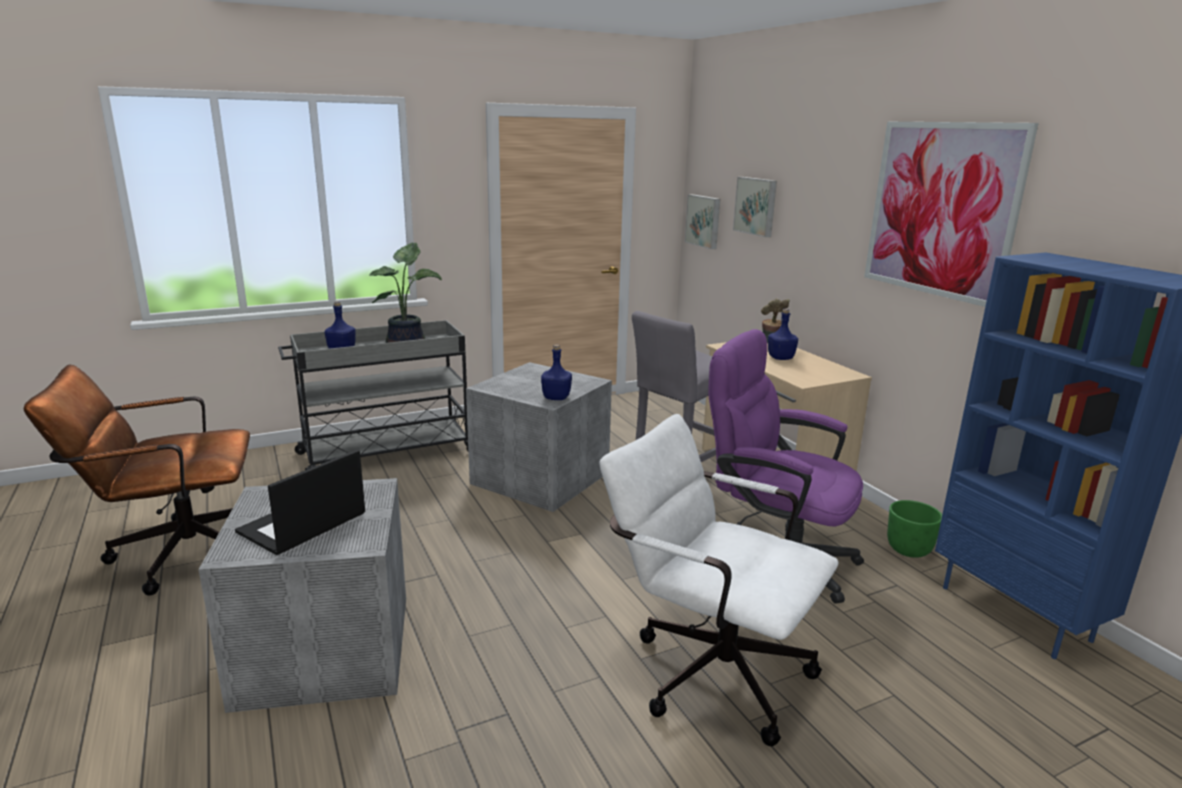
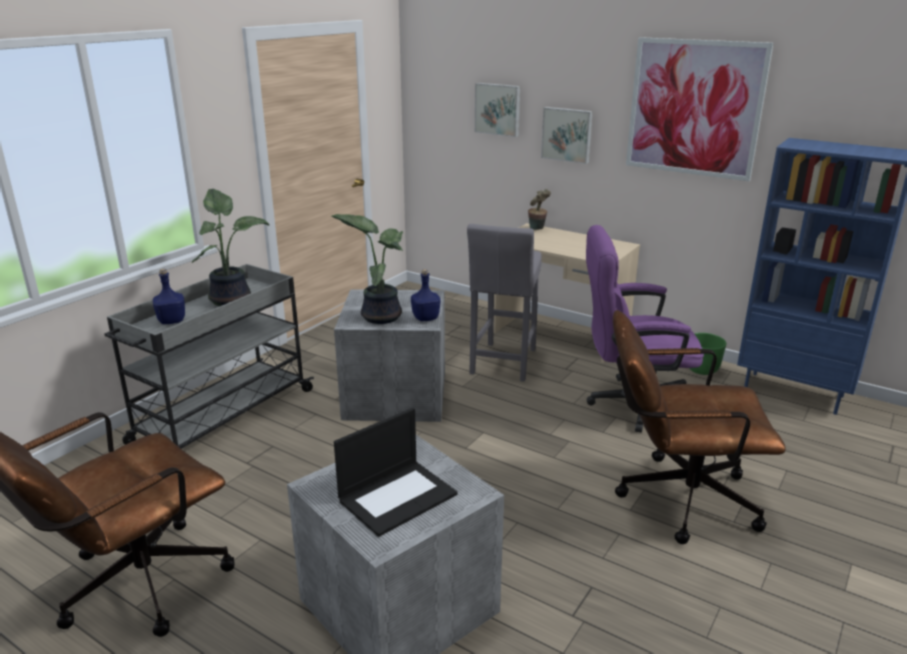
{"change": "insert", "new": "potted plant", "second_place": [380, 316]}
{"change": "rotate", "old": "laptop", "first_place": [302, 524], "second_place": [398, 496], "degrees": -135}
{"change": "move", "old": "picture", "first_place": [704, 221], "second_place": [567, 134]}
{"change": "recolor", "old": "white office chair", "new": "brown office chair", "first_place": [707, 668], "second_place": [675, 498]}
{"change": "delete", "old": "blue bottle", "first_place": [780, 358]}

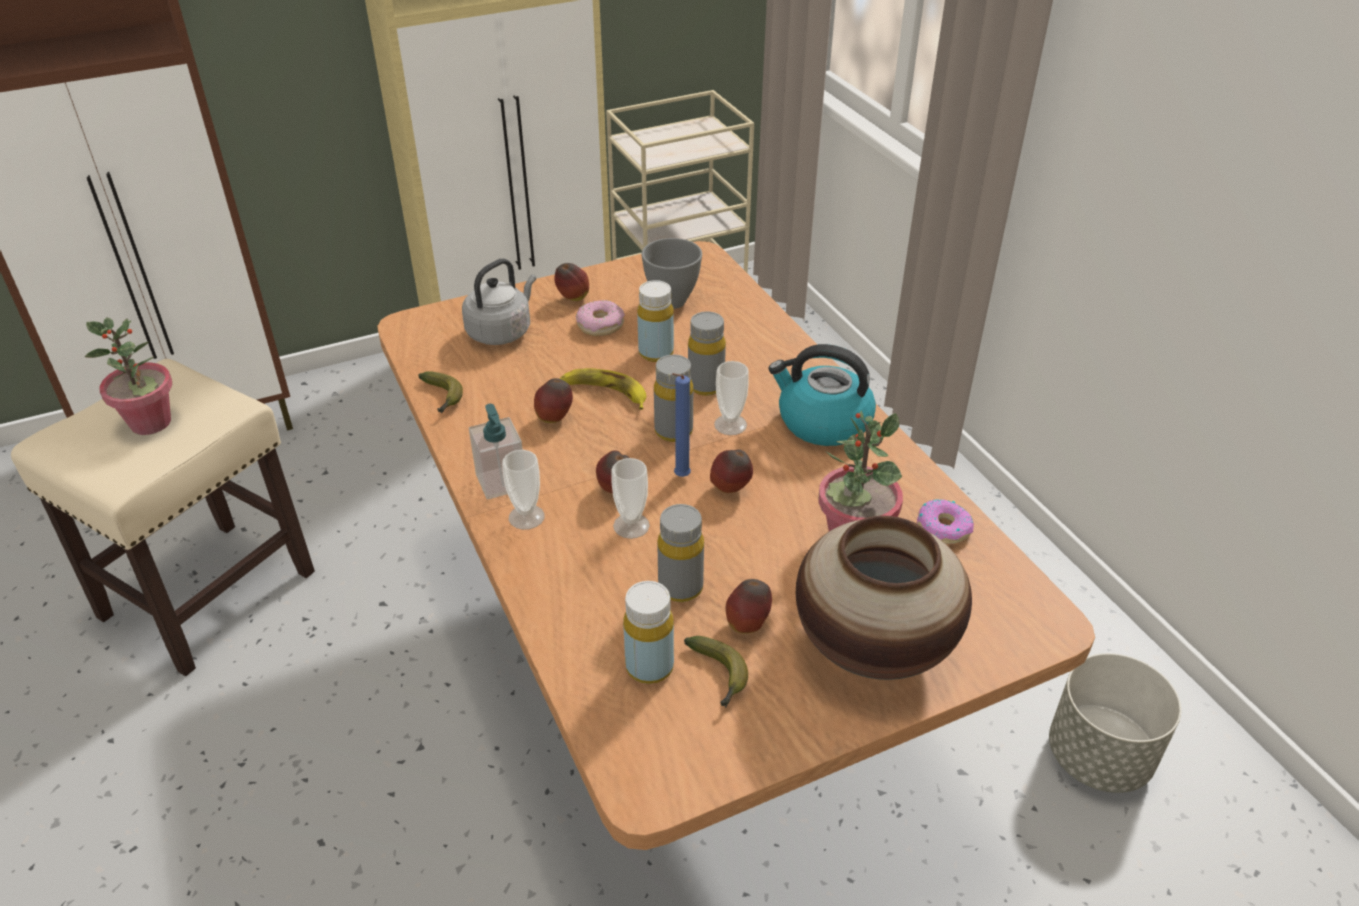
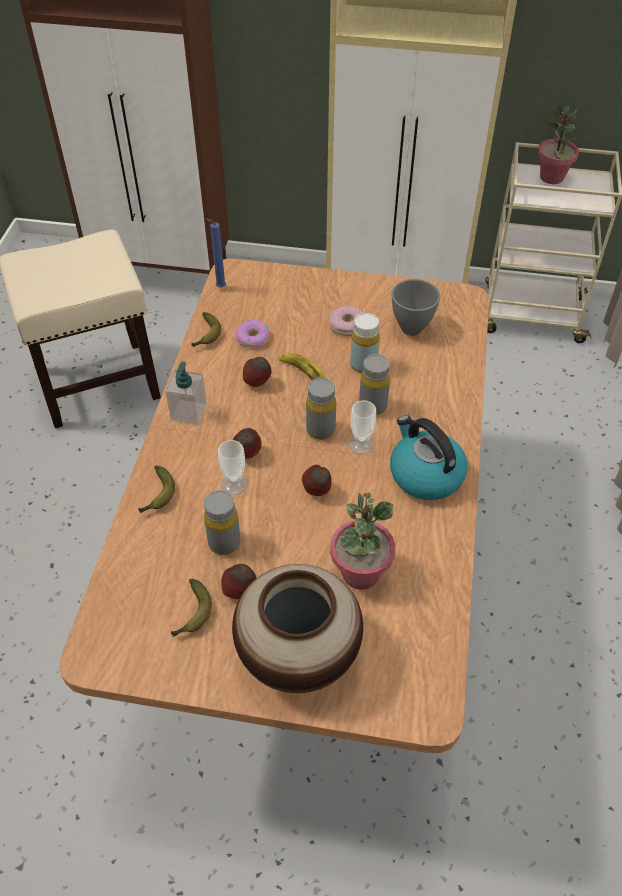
{"change": "insert", "new": "banana", "second_place": [157, 495]}
{"change": "move", "old": "blue candle", "first_place": [680, 477], "second_place": [219, 287]}
{"change": "move", "old": "donut", "first_place": [943, 528], "second_place": [253, 338]}
{"change": "move", "old": "potted plant", "first_place": [151, 423], "second_place": [552, 177]}
{"change": "delete", "old": "grey kettle", "first_place": [501, 331]}
{"change": "delete", "old": "cup", "first_place": [526, 517]}
{"change": "delete", "old": "apple", "first_place": [573, 298]}
{"change": "delete", "old": "yellow bottle", "first_place": [649, 667]}
{"change": "delete", "old": "grey planter", "first_place": [1098, 757]}

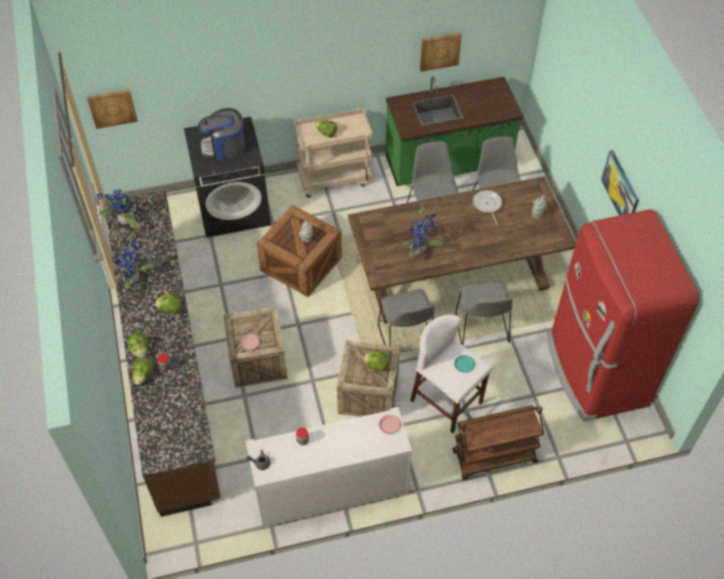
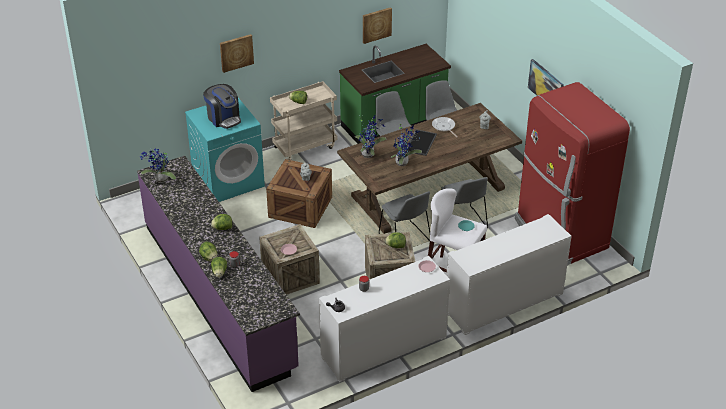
{"change": "recolor", "old": "brown counter", "new": "purple counter", "first_place": [170, 369], "second_place": [219, 295]}
{"change": "recolor", "old": "black washing machine", "new": "turquoise washing machine", "first_place": [233, 208], "second_place": [228, 180]}
{"change": "rotate", "old": "coffee machine", "first_place": [224, 147], "second_place": [223, 118], "degrees": -105}
{"change": "move", "old": "picture", "first_place": [112, 108], "second_place": [236, 52]}
{"change": "move", "old": "potted plant", "first_place": [134, 278], "second_place": [369, 154]}
{"change": "insert", "new": "tray", "second_place": [420, 142]}
{"change": "replace", "old": "brown cart", "new": "white cabinet", "first_place": [494, 458], "second_place": [504, 302]}

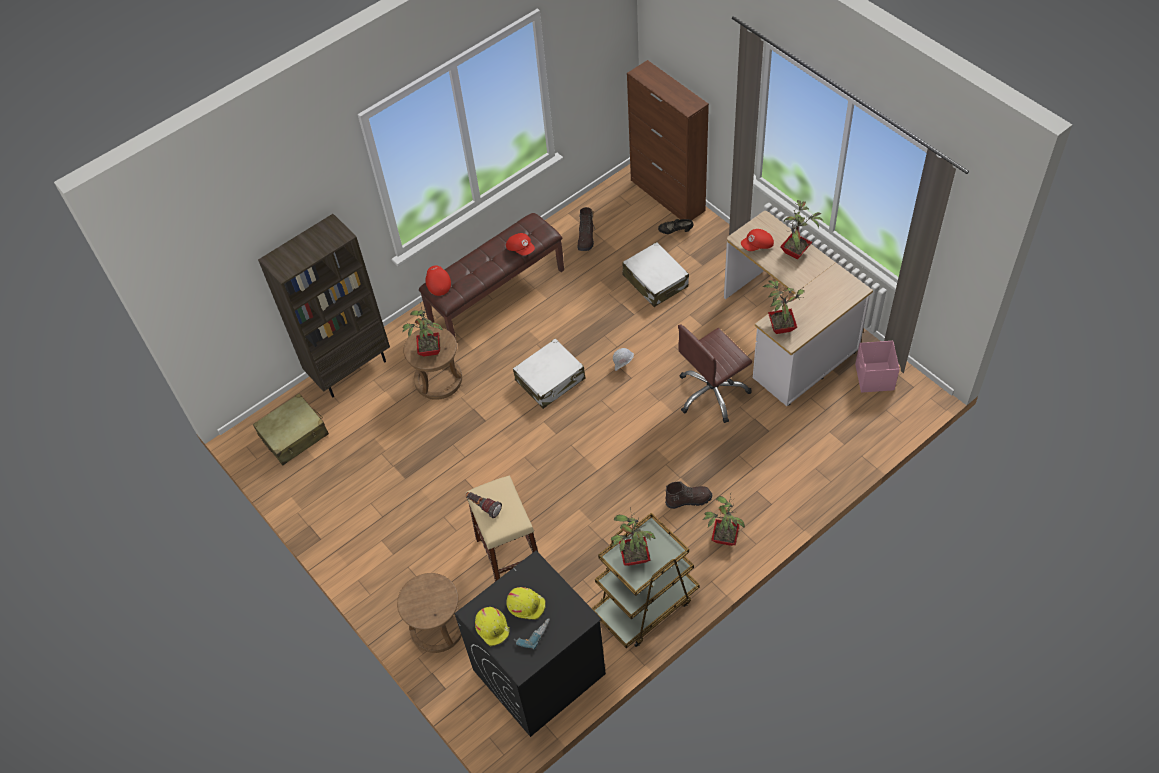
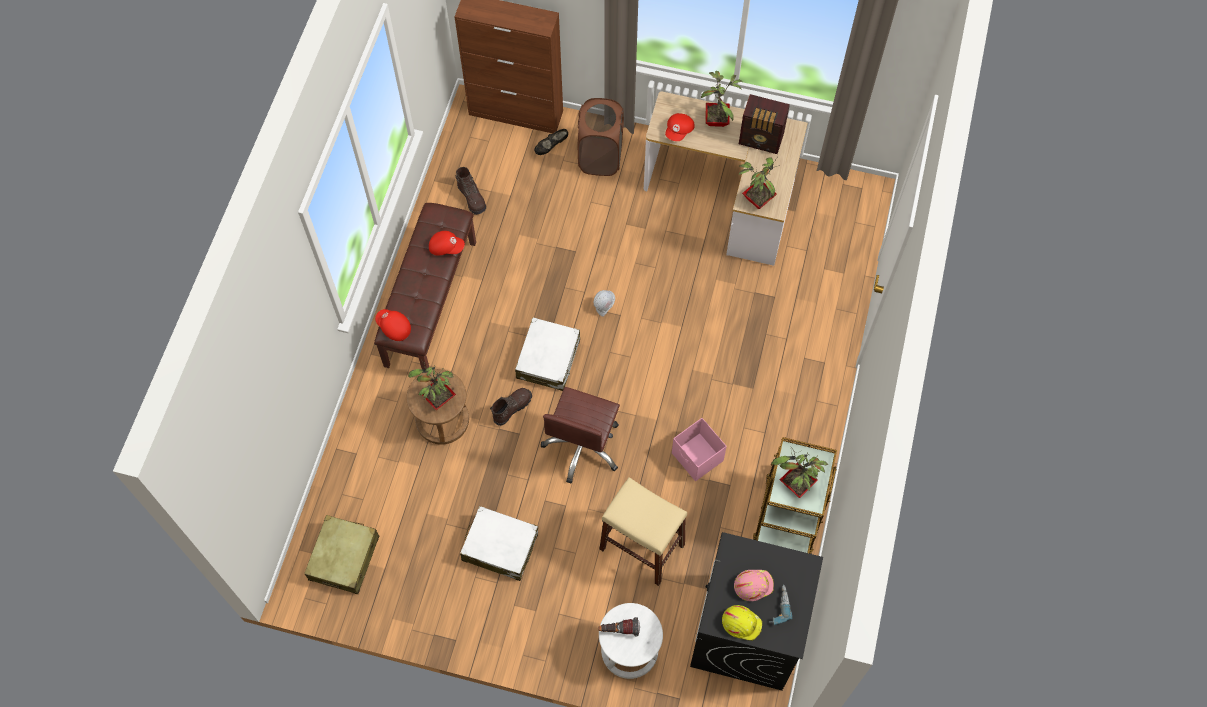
{"change": "move", "old": "white suitcase", "first_place": [655, 281], "second_place": [500, 547]}
{"change": "move", "old": "brown boot", "first_place": [688, 500], "second_place": [511, 408]}
{"change": "move", "old": "brown office chair", "first_place": [712, 393], "second_place": [583, 446]}
{"change": "insert", "new": "brown laundry basket", "second_place": [600, 157]}
{"change": "move", "old": "flashlight", "first_place": [483, 507], "second_place": [619, 629]}
{"change": "recolor", "old": "brown stool", "new": "white stool", "first_place": [437, 627], "second_place": [629, 650]}
{"change": "move", "old": "pink storage box", "first_place": [874, 378], "second_place": [697, 458]}
{"change": "recolor", "old": "yellow hard hat", "new": "pink hard hat", "first_place": [526, 605], "second_place": [753, 585]}
{"change": "insert", "new": "radio", "second_place": [761, 140]}
{"change": "delete", "old": "brown bookcase", "first_place": [350, 369]}
{"change": "delete", "old": "potted plant", "first_place": [723, 538]}

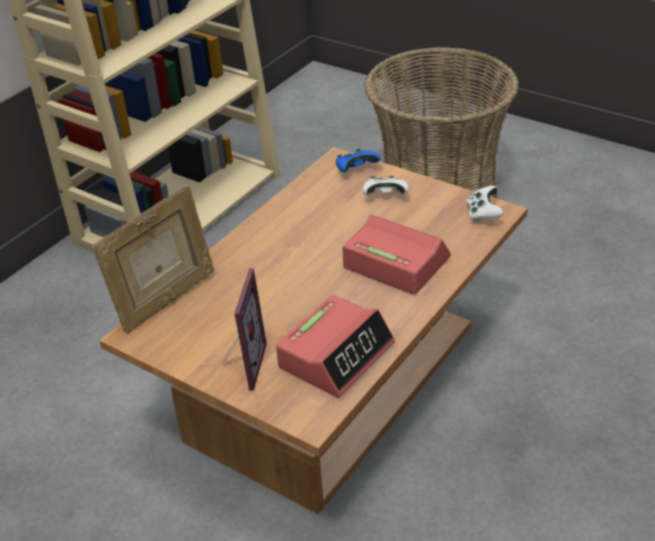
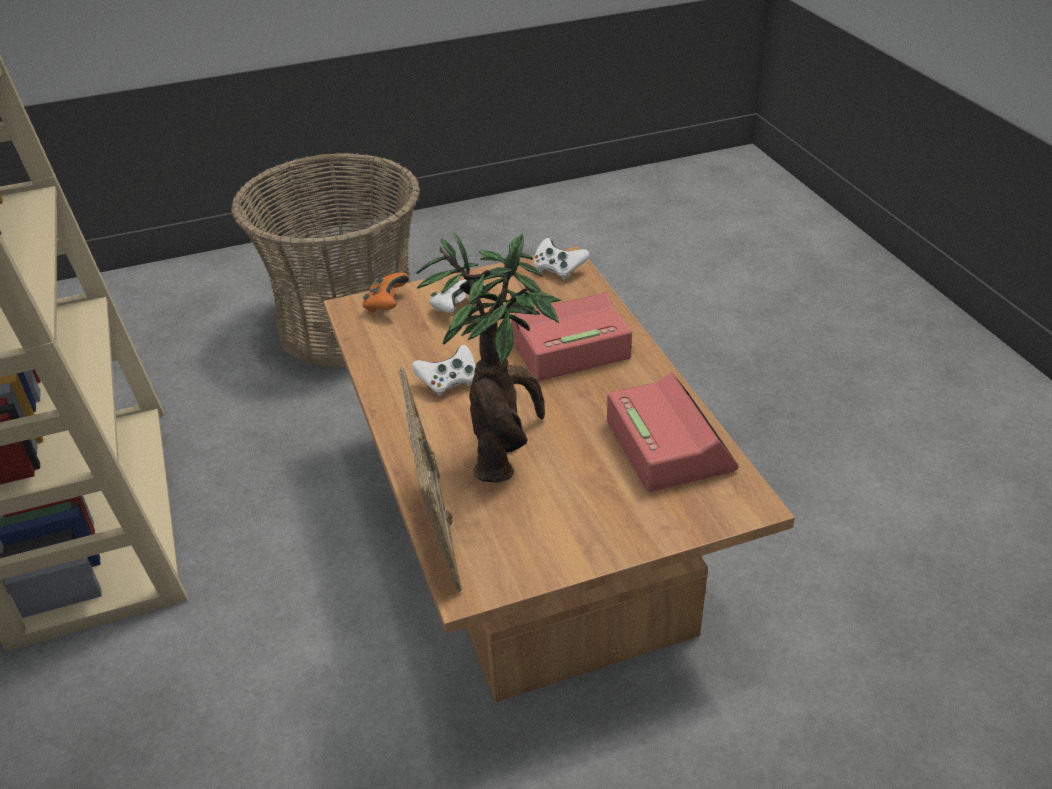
{"change": "recolor", "old": "blue game controller", "new": "orange game controller", "first_place": [356, 170], "second_place": [386, 305]}
{"change": "insert", "new": "white game controller", "second_place": [448, 383]}
{"change": "insert", "new": "potted plant", "second_place": [505, 452]}
{"change": "delete", "old": "picture frame", "first_place": [241, 365]}

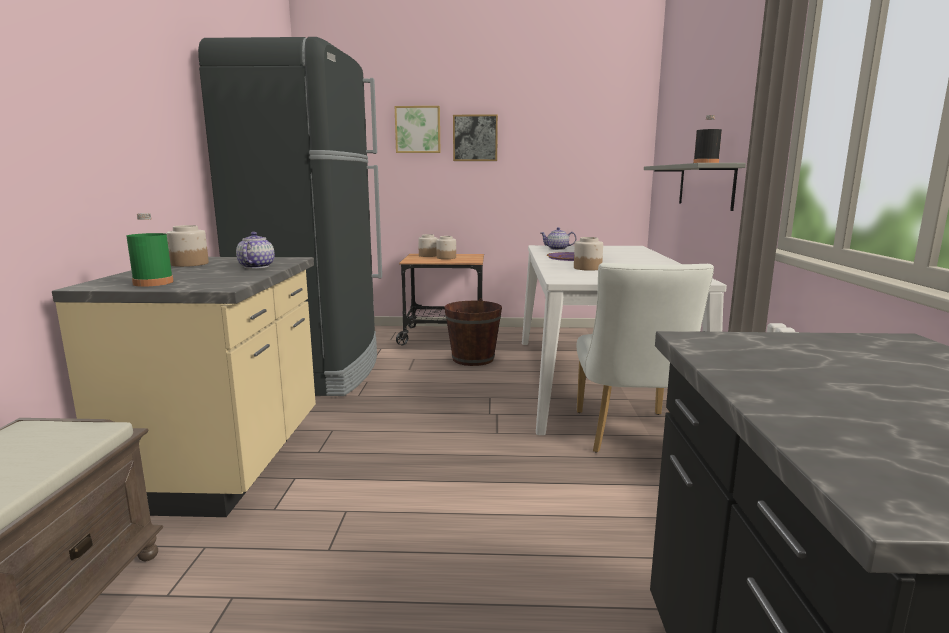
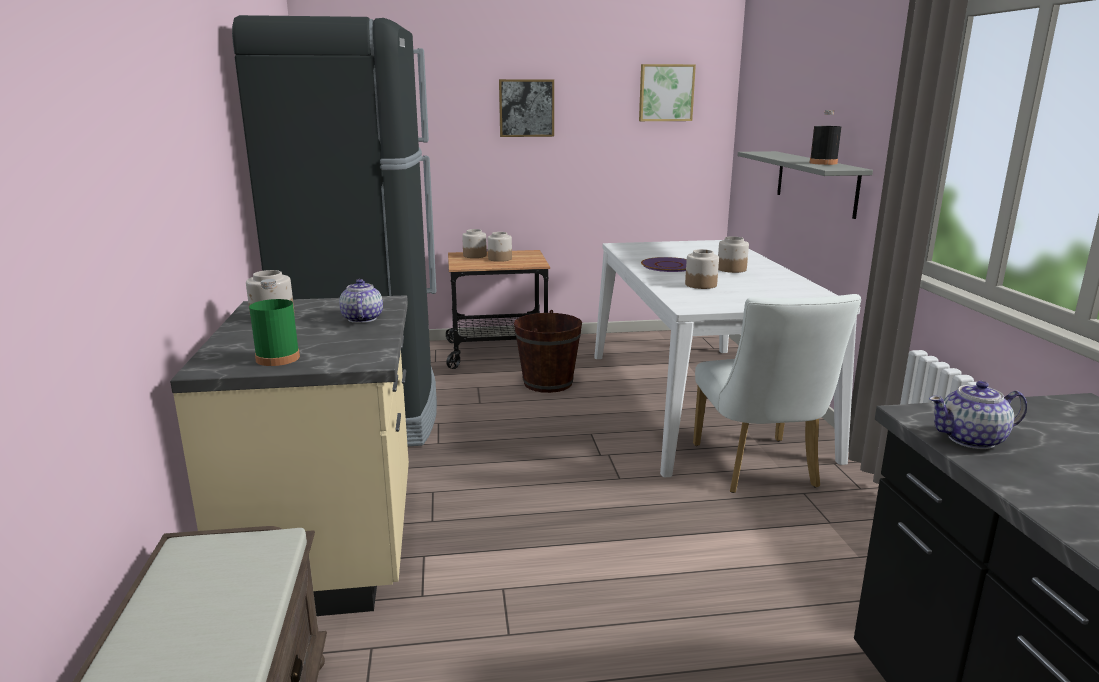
{"change": "move", "old": "picture", "first_place": [418, 129], "second_place": [666, 93]}
{"change": "insert", "new": "jar", "second_place": [731, 269]}
{"change": "move", "old": "teapot", "first_place": [557, 249], "second_place": [972, 439]}

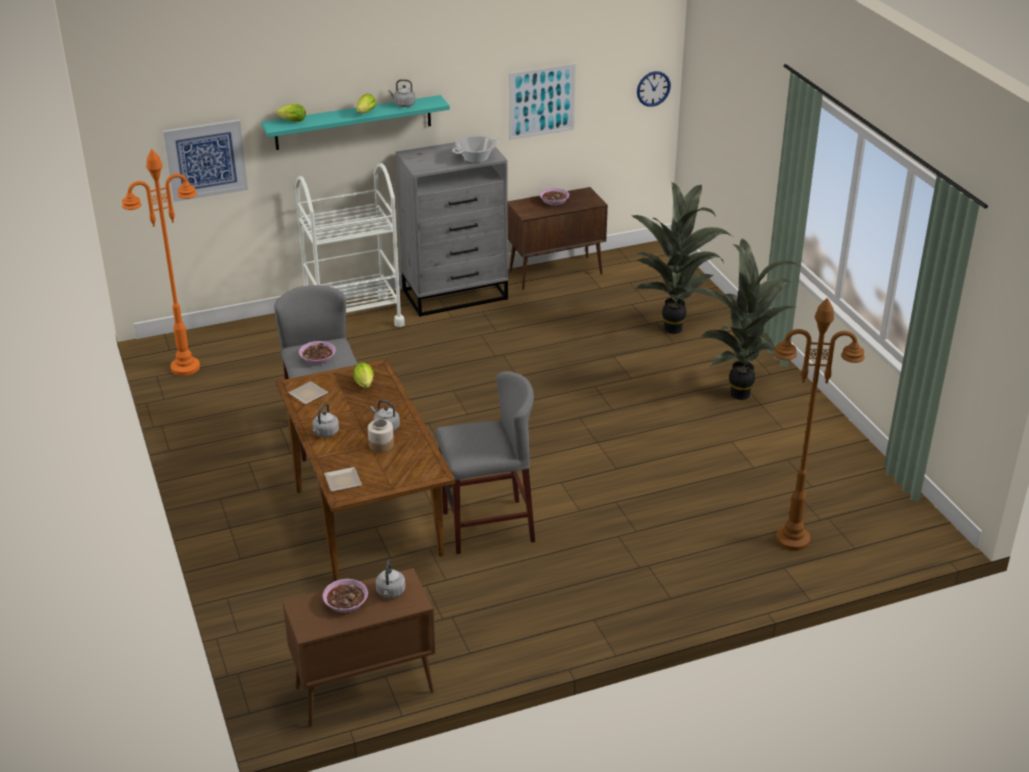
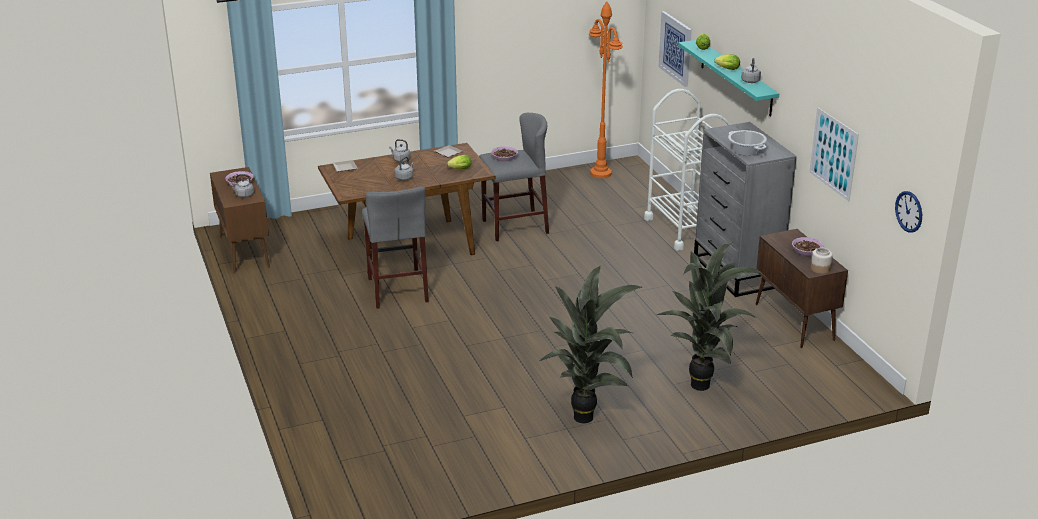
{"change": "move", "old": "jar", "first_place": [381, 445], "second_place": [820, 269]}
{"change": "delete", "old": "brown floor lamp", "first_place": [792, 539]}

